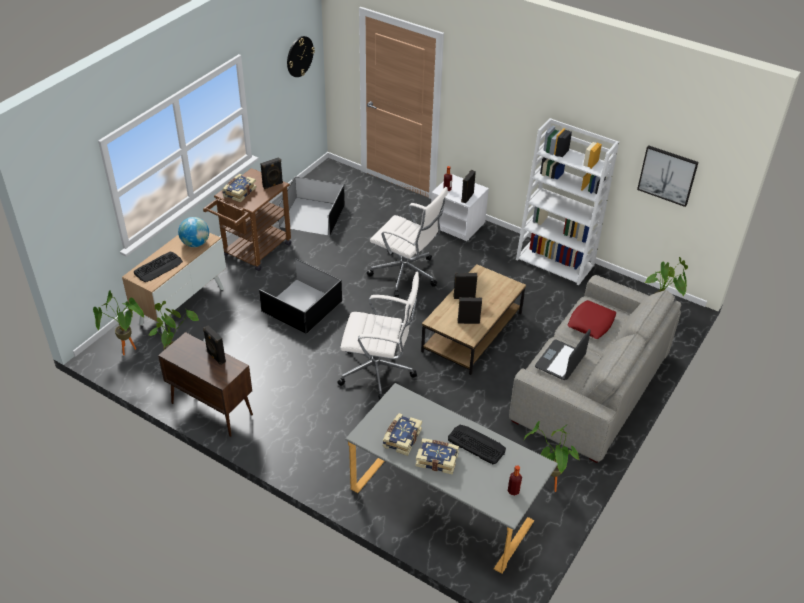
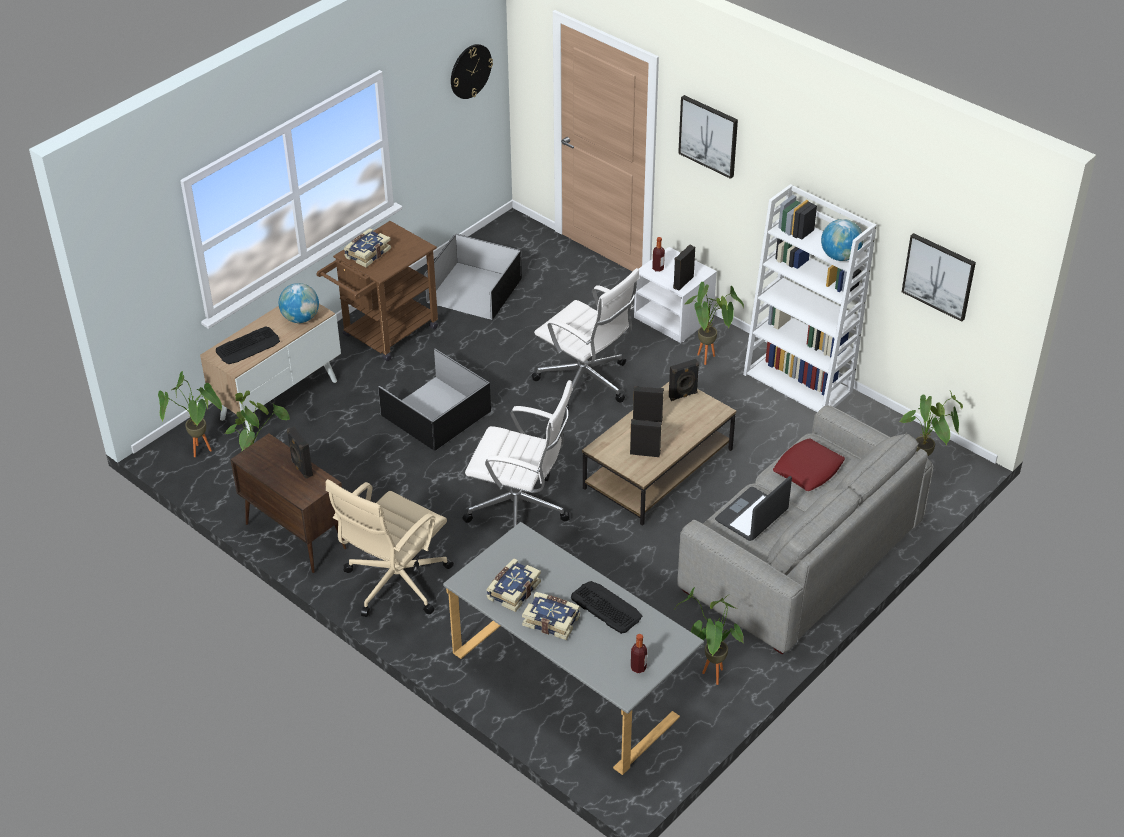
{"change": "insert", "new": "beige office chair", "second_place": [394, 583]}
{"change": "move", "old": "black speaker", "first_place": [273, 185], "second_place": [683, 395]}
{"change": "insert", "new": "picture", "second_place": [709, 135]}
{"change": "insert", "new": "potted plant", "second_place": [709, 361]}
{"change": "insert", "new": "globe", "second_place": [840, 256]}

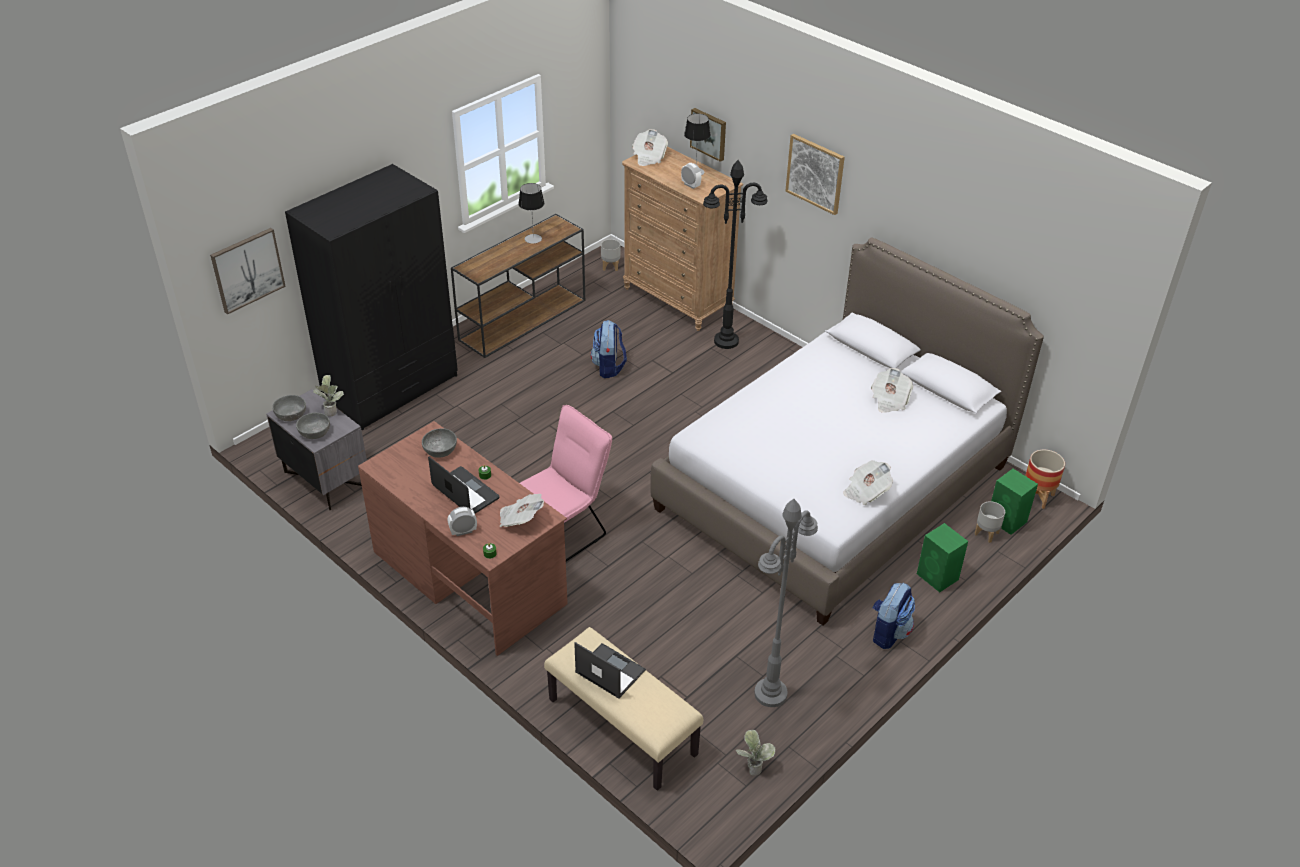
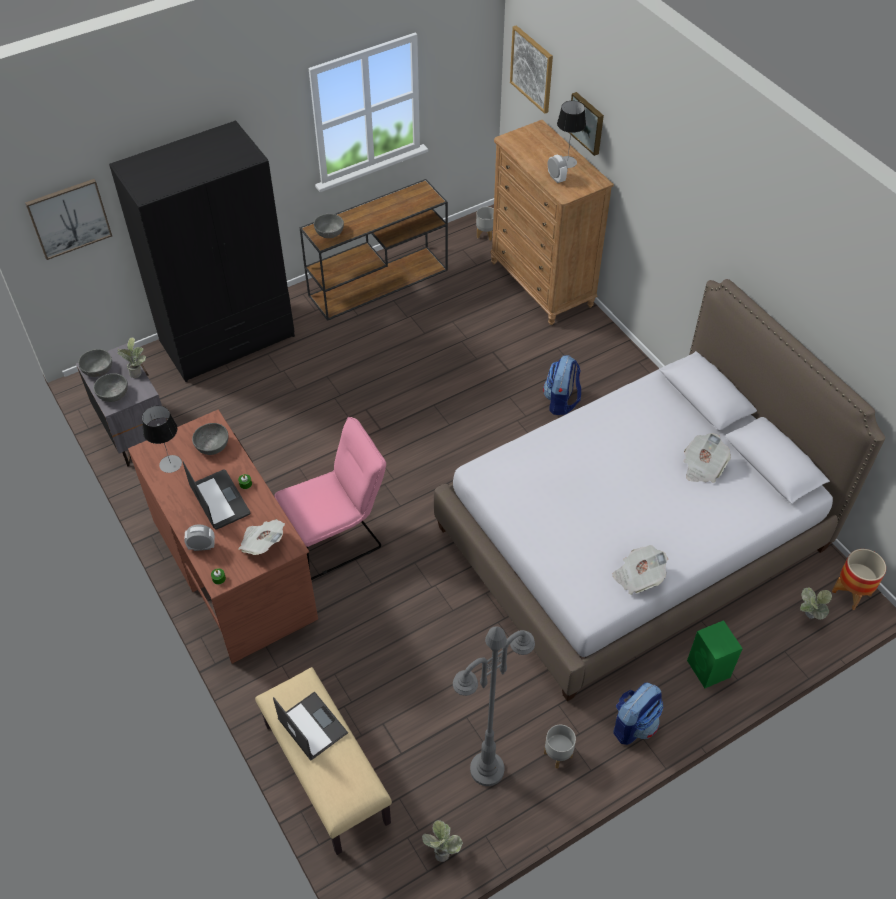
{"change": "move", "old": "table lamp", "first_place": [533, 239], "second_place": [170, 464]}
{"change": "insert", "new": "grey bowl", "second_place": [329, 232]}
{"change": "move", "old": "picture", "first_place": [815, 173], "second_place": [532, 69]}
{"change": "move", "old": "backpack", "first_place": [609, 367], "second_place": [561, 401]}
{"change": "move", "old": "grey planter", "first_place": [986, 533], "second_place": [557, 754]}
{"change": "replace", "old": "green speaker", "new": "potted plant", "first_place": [1007, 521], "second_place": [808, 616]}
{"change": "delete", "old": "newspaper", "first_place": [649, 157]}
{"change": "delete", "old": "black floor lamp", "first_place": [726, 341]}

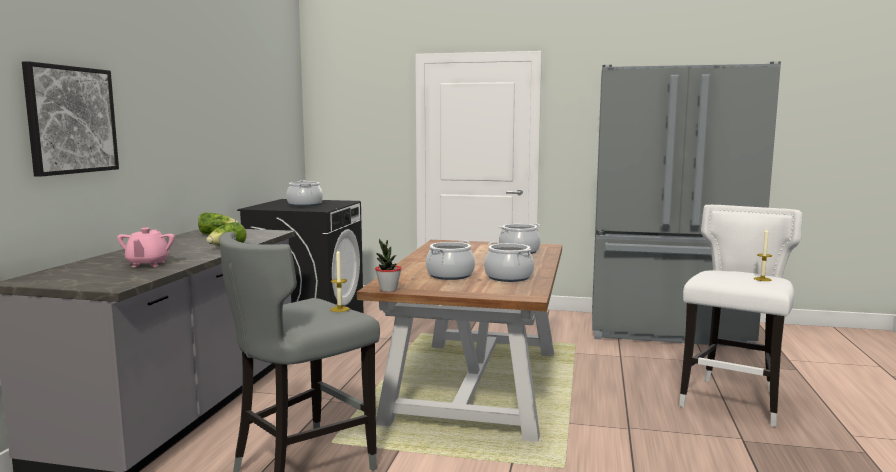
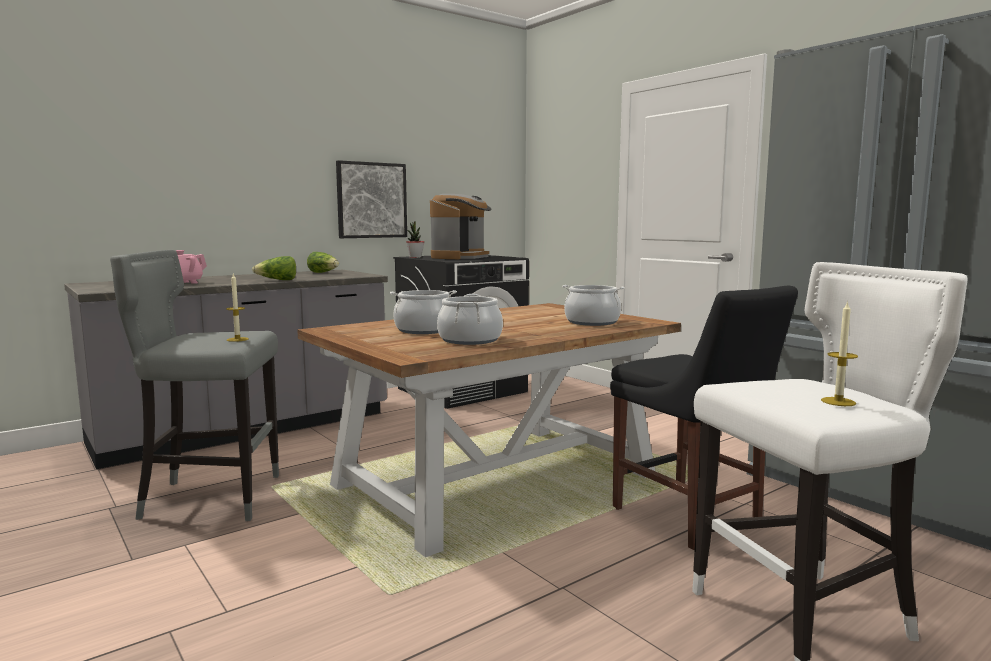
{"change": "move", "old": "picture", "first_place": [71, 120], "second_place": [371, 200]}
{"change": "move", "old": "potted plant", "first_place": [388, 290], "second_place": [415, 257]}
{"change": "replace", "old": "cooking pot", "new": "coffee machine", "first_place": [305, 205], "second_place": [460, 257]}
{"change": "insert", "new": "black chair", "second_place": [690, 518]}

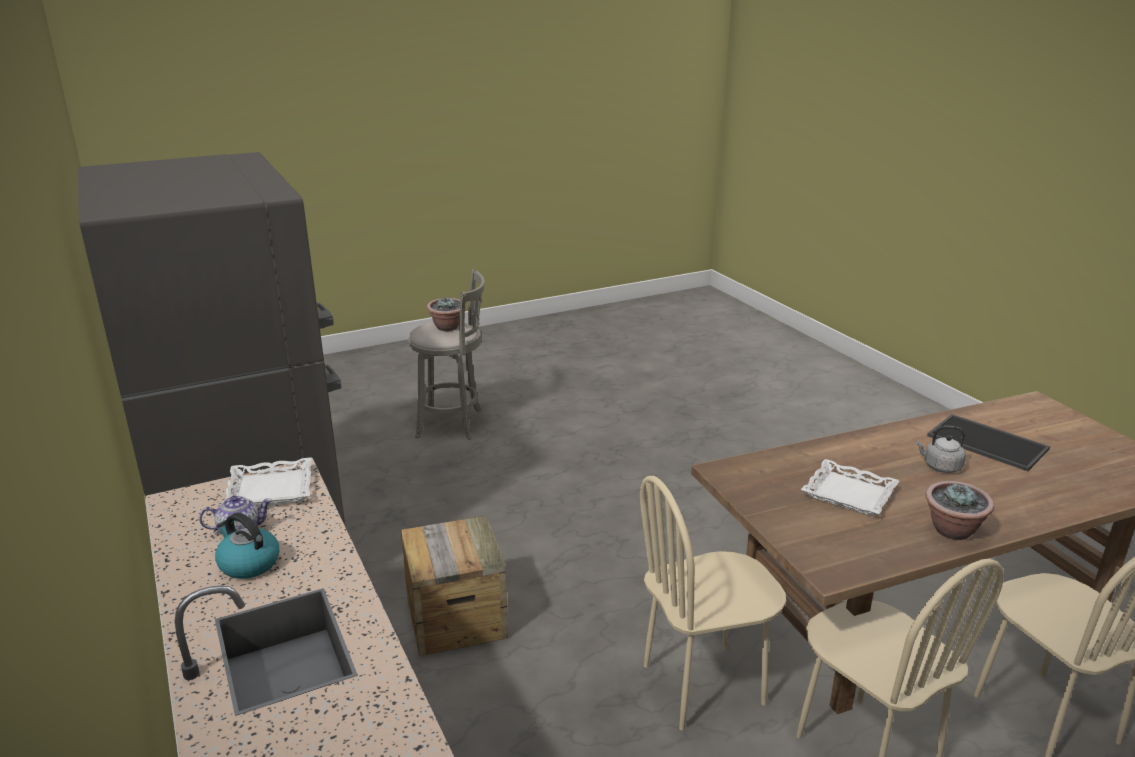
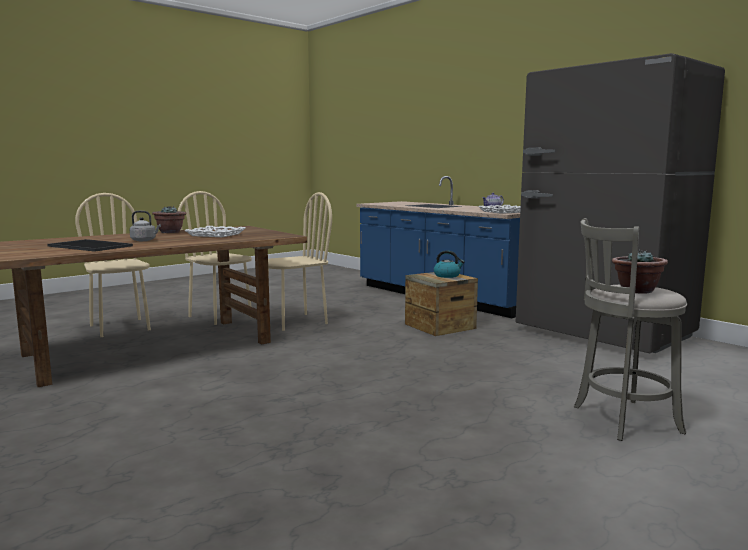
{"change": "move", "old": "kettle", "first_place": [248, 563], "second_place": [447, 275]}

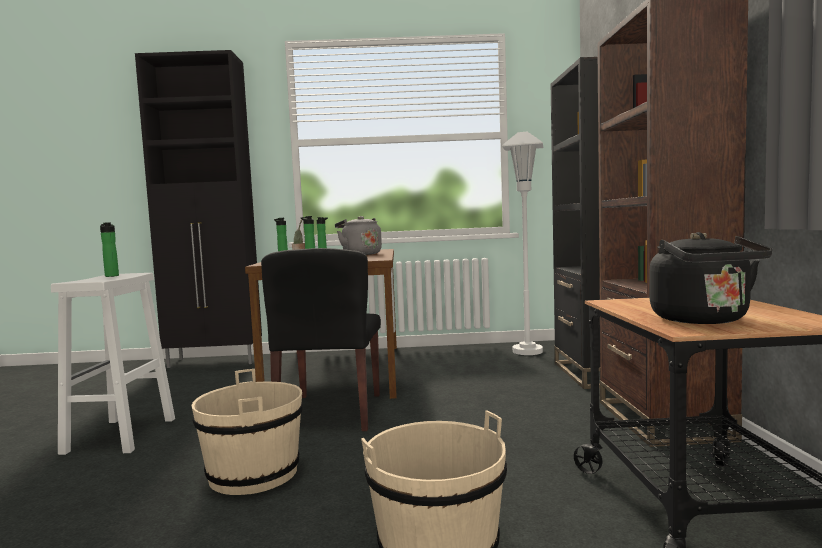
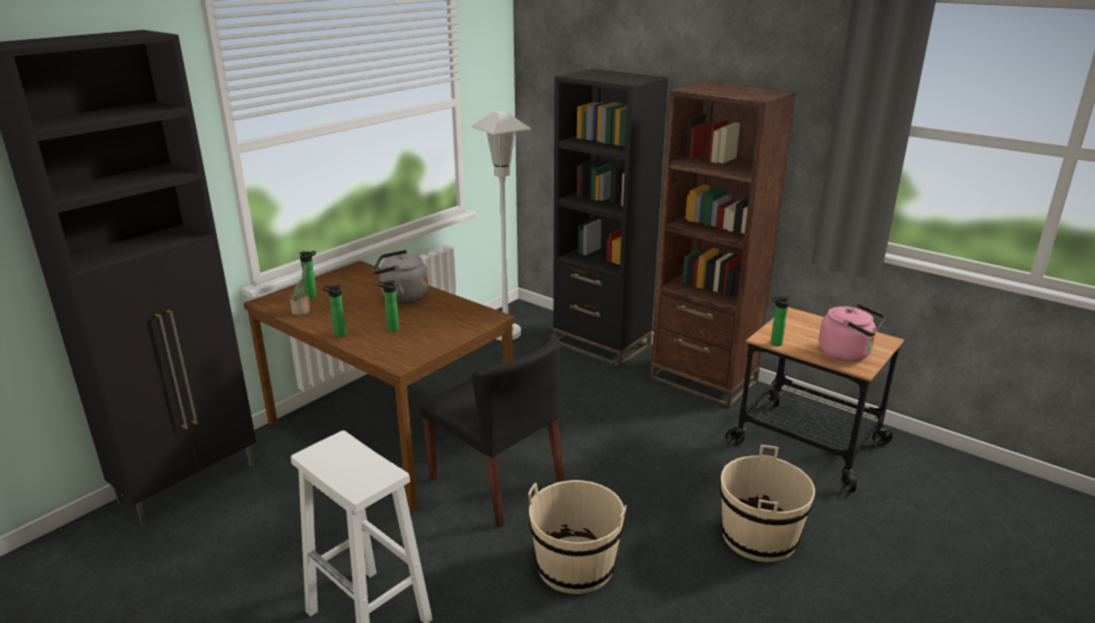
{"change": "move", "old": "bottle", "first_place": [111, 276], "second_place": [774, 343]}
{"change": "recolor", "old": "black kettle", "new": "pink kettle", "first_place": [703, 320], "second_place": [847, 354]}

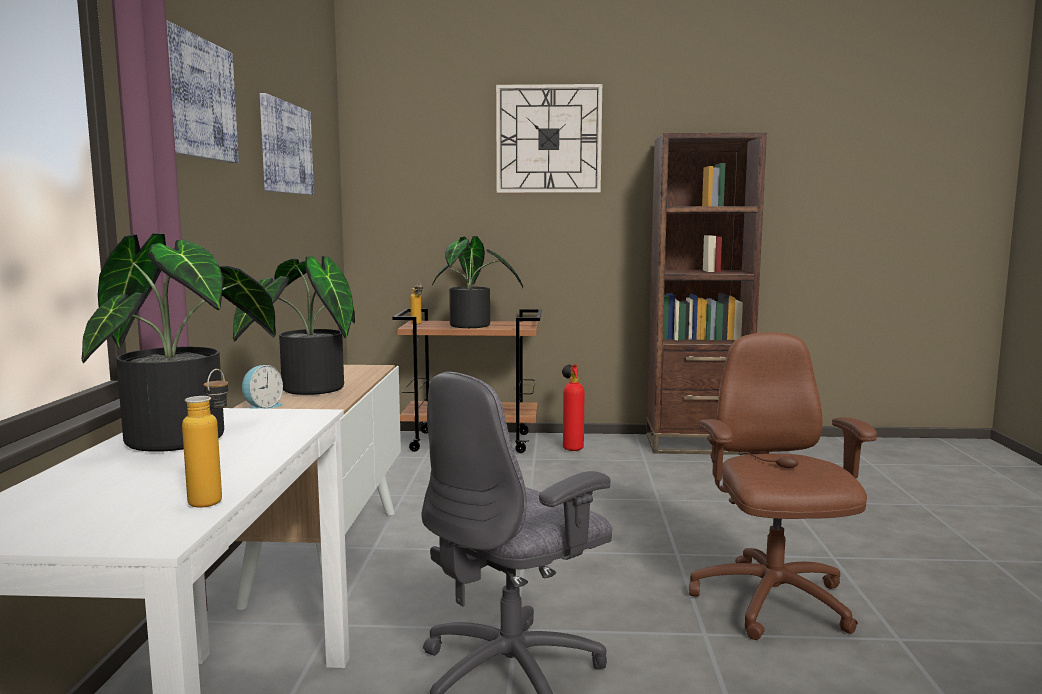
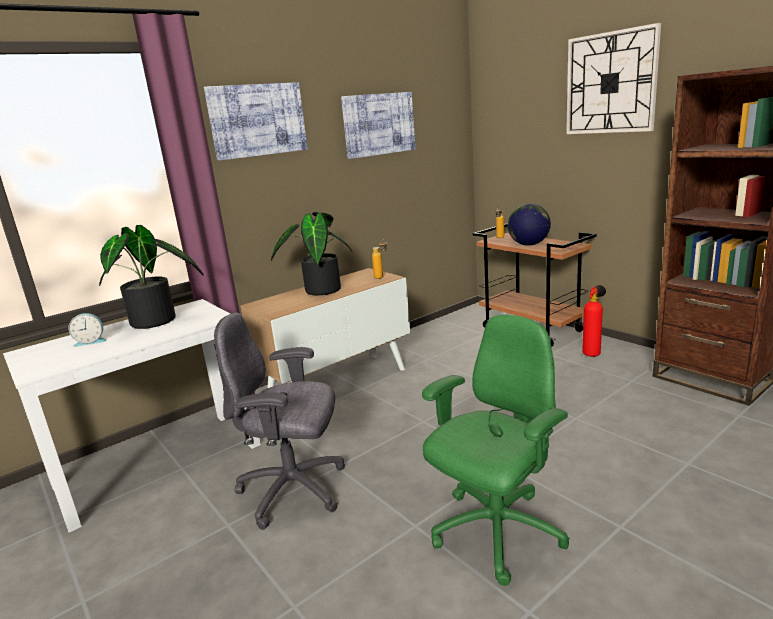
{"change": "move", "old": "alarm clock", "first_place": [261, 408], "second_place": [91, 341]}
{"change": "move", "old": "bottle", "first_place": [213, 498], "second_place": [382, 277]}
{"change": "recolor", "old": "brown office chair", "new": "green office chair", "first_place": [772, 603], "second_place": [495, 532]}
{"change": "replace", "old": "potted plant", "new": "globe", "first_place": [473, 326], "second_place": [529, 245]}

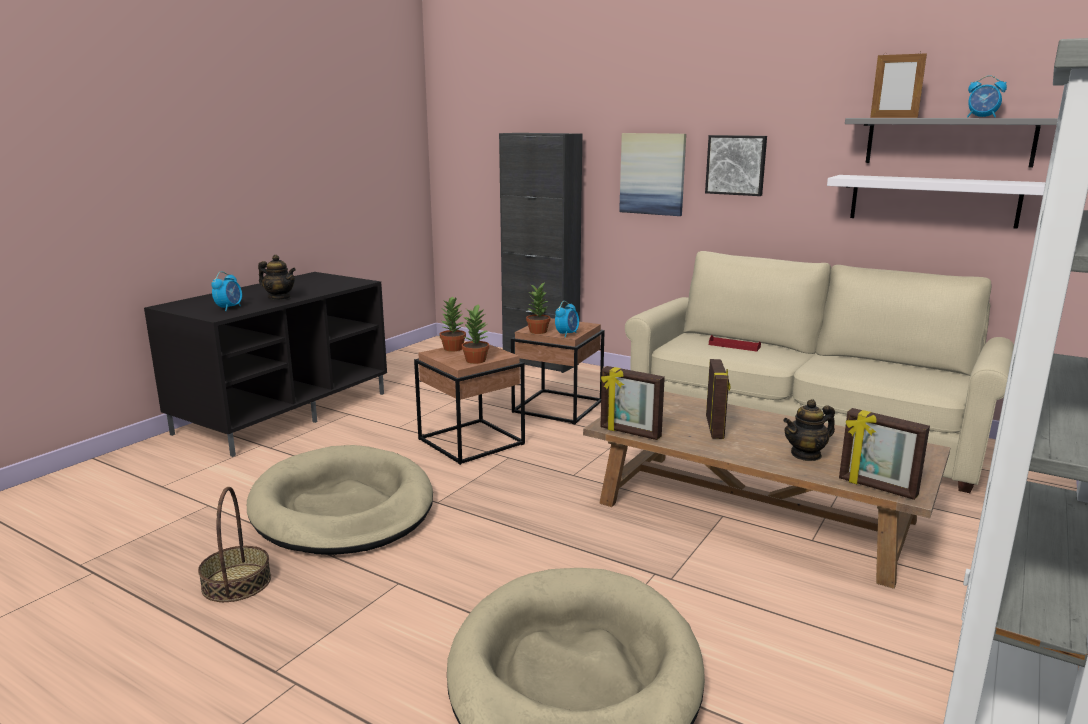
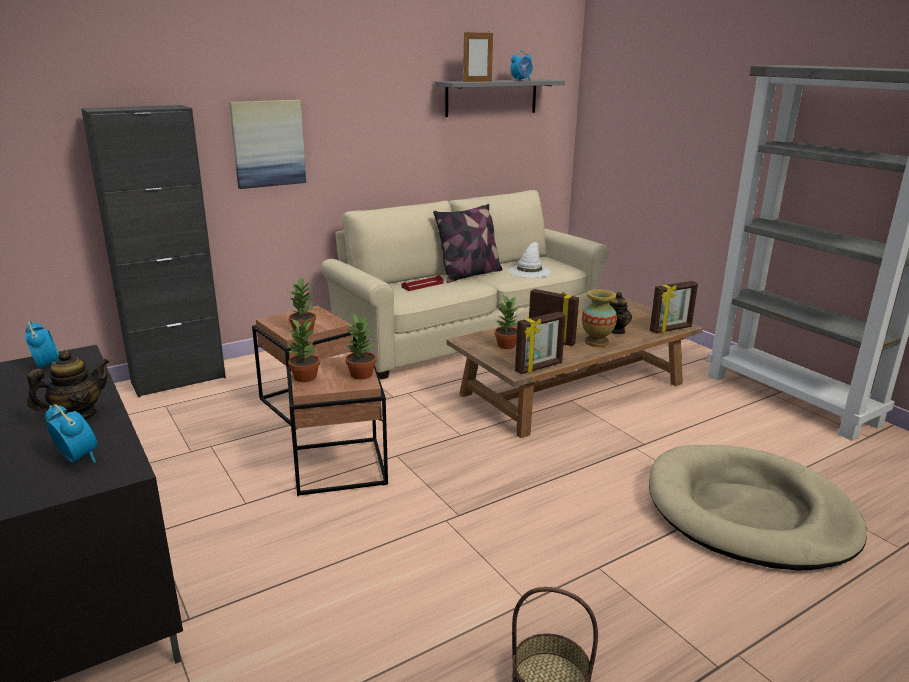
{"change": "move", "old": "alarm clock", "first_place": [567, 334], "second_place": [47, 366]}
{"change": "insert", "new": "pillow", "second_place": [469, 274]}
{"change": "insert", "new": "potted plant", "second_place": [506, 345]}
{"change": "insert", "new": "white hat", "second_place": [529, 271]}
{"change": "insert", "new": "vase", "second_place": [596, 342]}
{"change": "delete", "old": "beige dog bed", "first_place": [343, 507]}
{"change": "delete", "old": "picture", "first_place": [736, 165]}
{"change": "delete", "old": "white shelf", "first_place": [933, 200]}

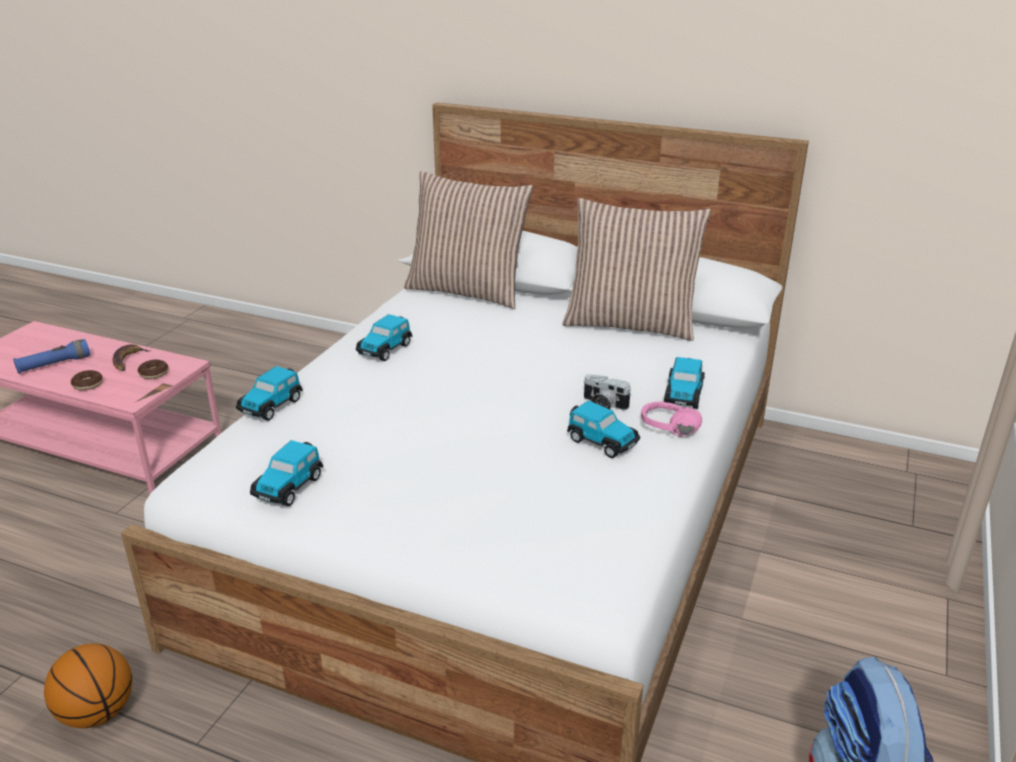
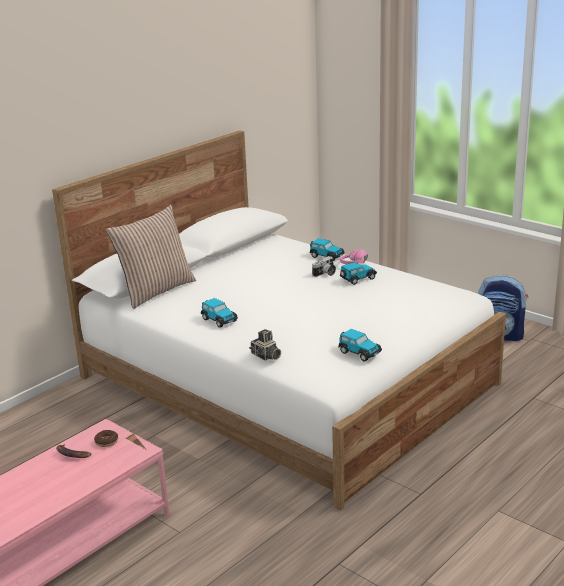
{"change": "replace", "old": "toy car", "new": "photo camera", "first_place": [272, 405], "second_place": [266, 356]}
{"change": "delete", "old": "blue flashlight", "first_place": [54, 364]}
{"change": "delete", "old": "basketball", "first_place": [98, 712]}
{"change": "delete", "old": "donut", "first_place": [88, 385]}
{"change": "delete", "old": "pillow", "first_place": [630, 323]}

